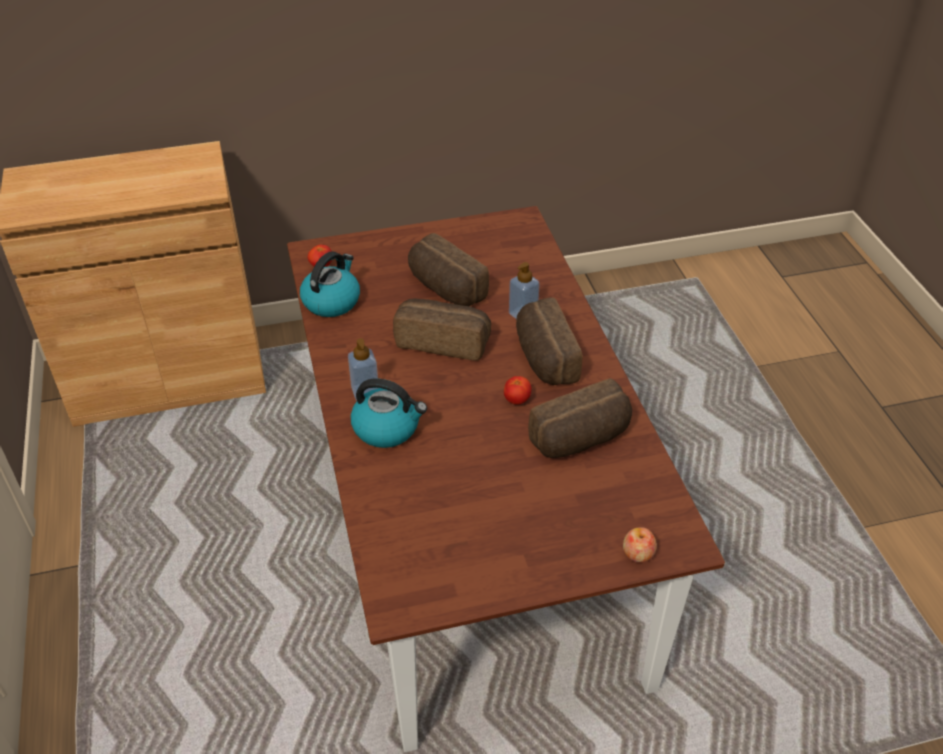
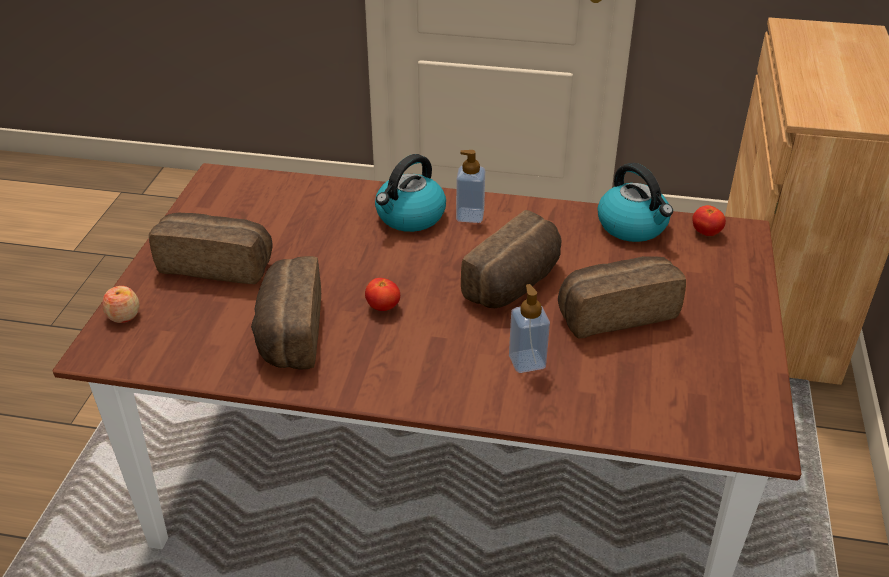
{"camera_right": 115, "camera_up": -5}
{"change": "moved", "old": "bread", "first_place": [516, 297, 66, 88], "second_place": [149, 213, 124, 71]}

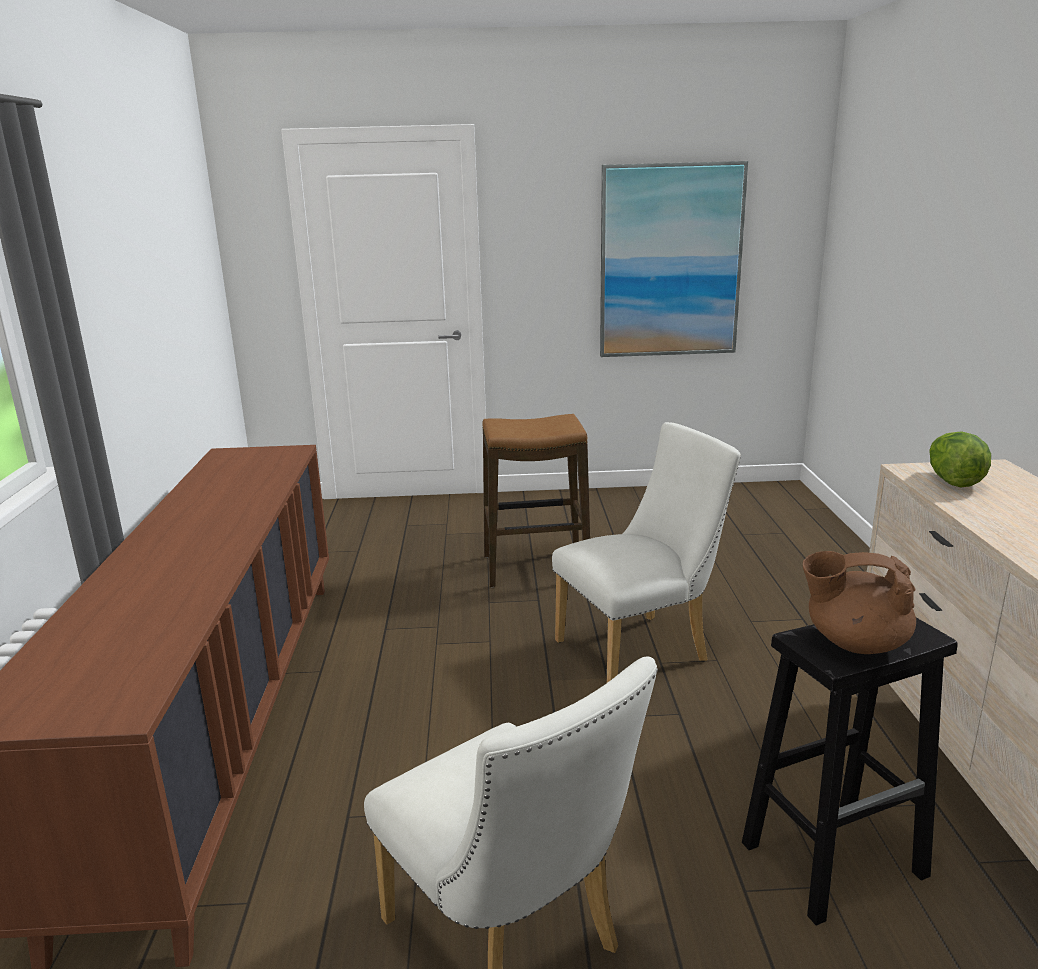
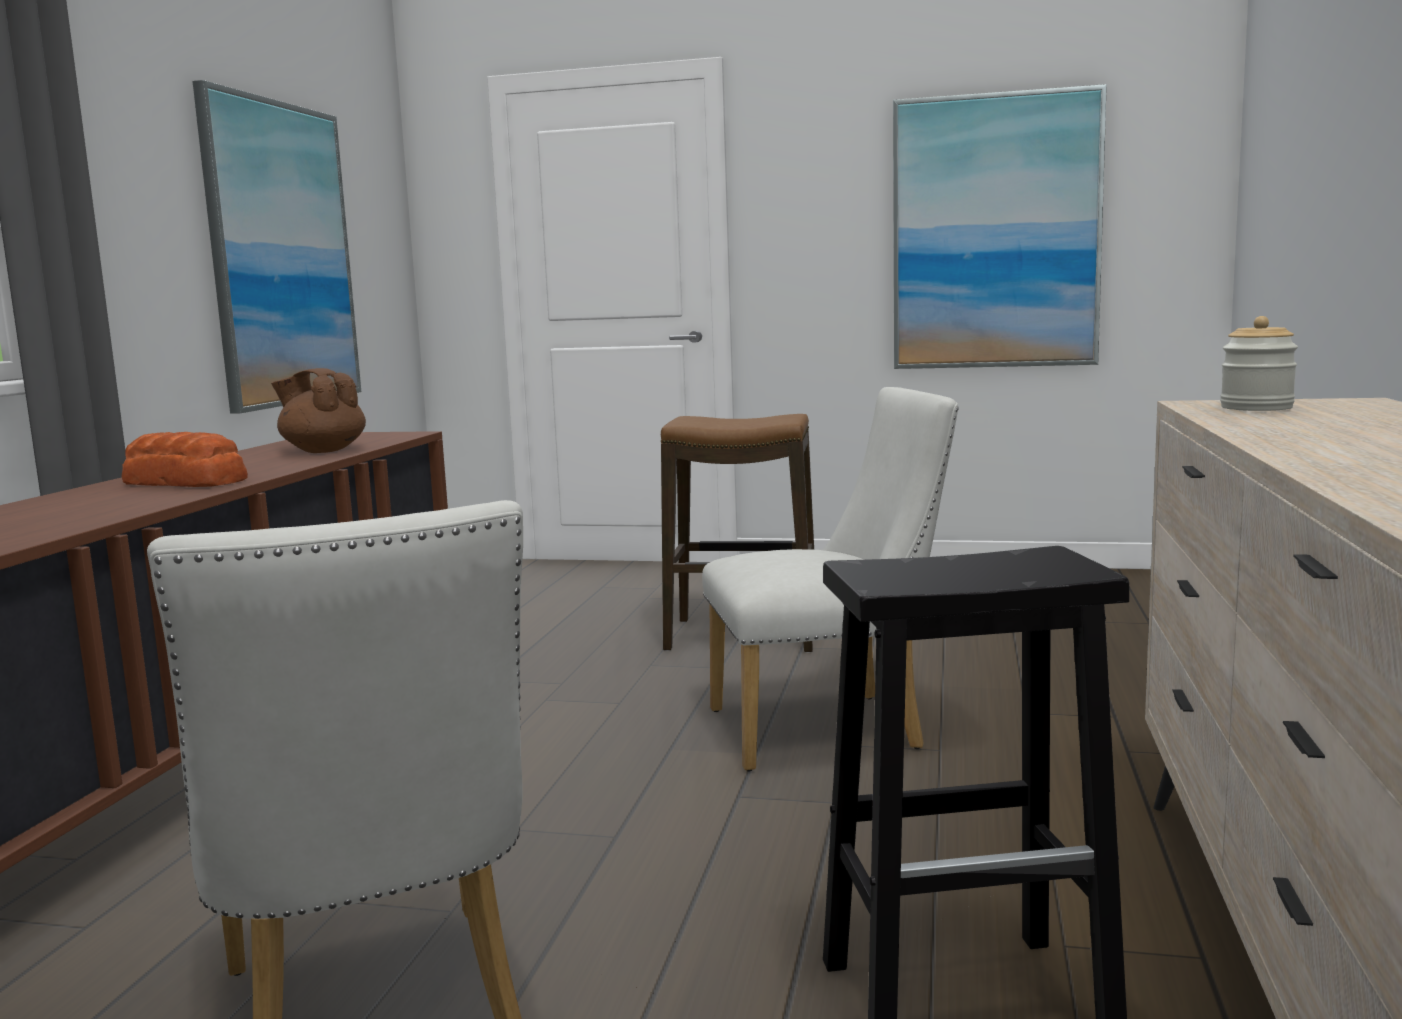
{"camera_right": 15, "camera_up": -10}
{"change": "added", "new": "bread", "second_place": [122, 432, 126, 55]}
{"change": "added", "new": "picture", "second_place": [192, 80, 169, 334]}
{"change": "moved", "old": "brown teapot", "first_place": [803, 551, 113, 103], "second_place": [271, 368, 95, 85]}
{"change": "replaced", "old": "lettuce", "new": "jar", "first_place": [929, 431, 62, 56], "second_place": [1220, 316, 78, 95]}

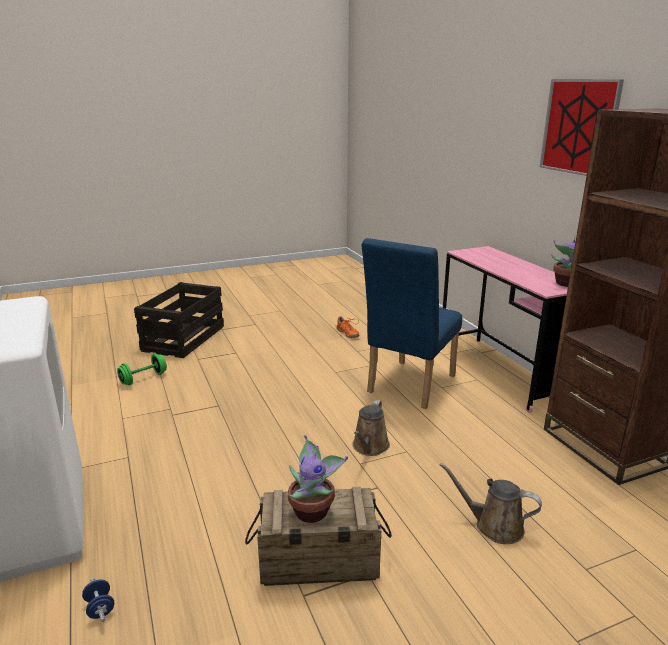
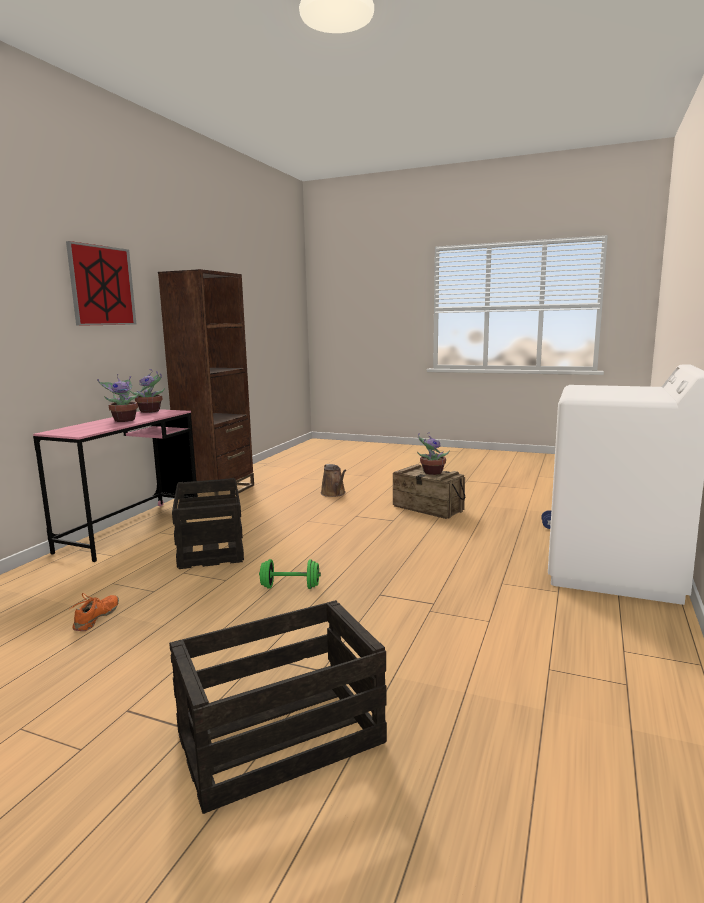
{"camera_right": -135, "camera_up": -10}
{"change": "removed", "old": "brown watering can", "first_place": [352, 400, 38, 56]}
{"change": "added", "new": "potted plant", "second_place": [97, 374, 42, 48]}
{"change": "moved", "old": "green dumbbell", "first_place": [117, 354, 50, 31], "second_place": [259, 559, 62, 30]}
{"change": "replaced", "old": "blue chair", "new": "crate", "first_place": [362, 238, 100, 171], "second_place": [172, 478, 72, 91]}

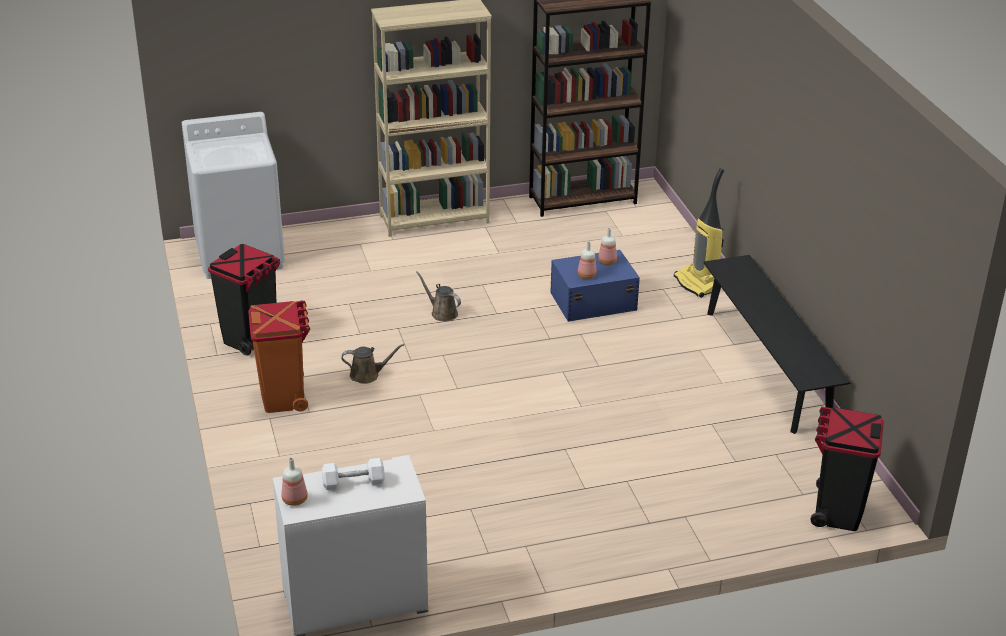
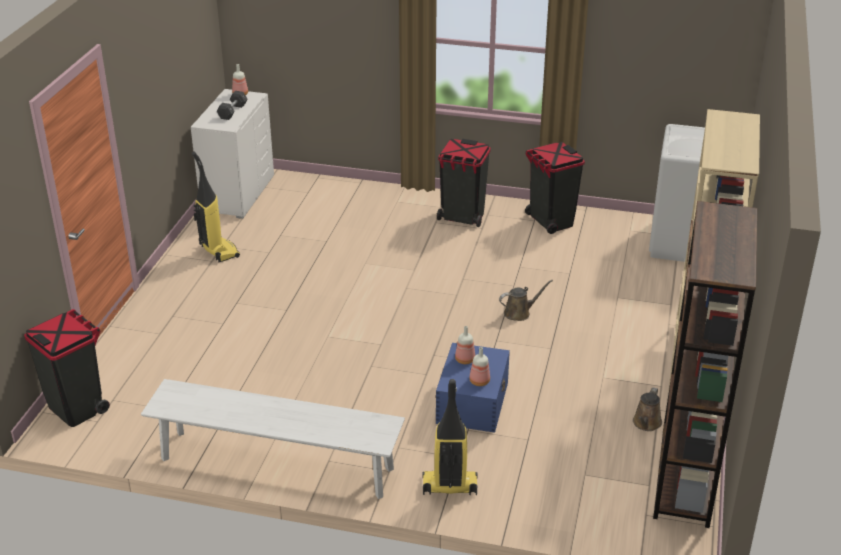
{"camera_right": 120, "camera_up": 0}
{"change": "added", "new": "vacuum cleaner", "second_place": [191, 152, 49, 110]}
{"change": "moved", "old": "brown watering can", "first_place": [342, 344, 62, 40], "second_place": [633, 387, 29, 44]}
{"change": "recoloured", "old": "orange trash can", "new": "black trash can", "first_place": [248, 301, 62, 112], "second_place": [437, 139, 54, 88]}
{"change": "recoloured", "old": "white dumbbell", "new": "black dumbbell", "first_place": [322, 458, 63, 32], "second_place": [216, 91, 31, 29]}
{"change": "recoloured", "old": "black bench", "new": "white bench", "first_place": [704, 255, 147, 179], "second_place": [141, 379, 264, 120]}

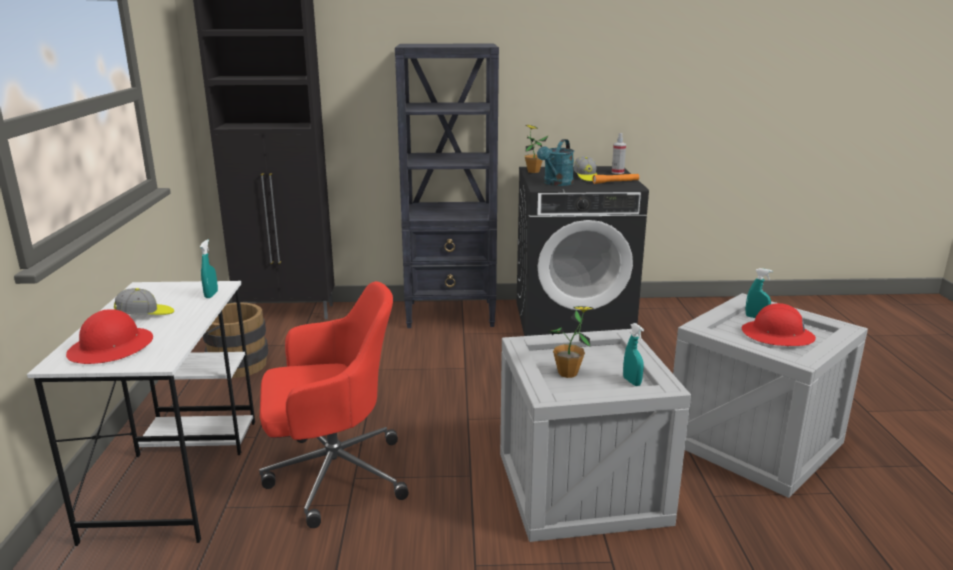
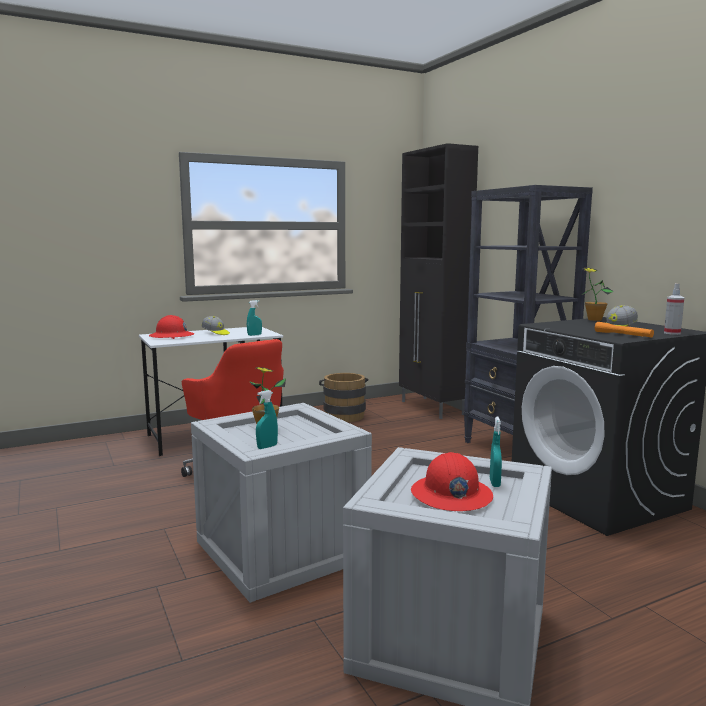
{"camera_right": 65, "camera_up": -10}
{"change": "removed", "old": "turquoise watering can", "first_place": [537, 139, 37, 47]}

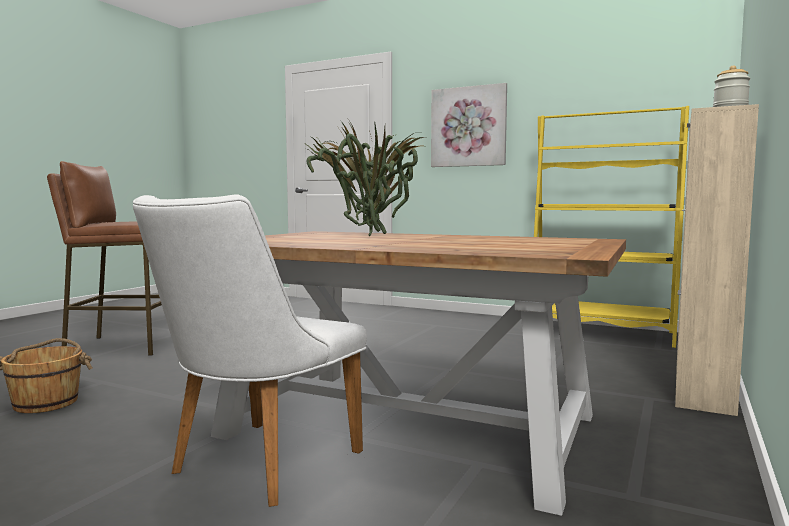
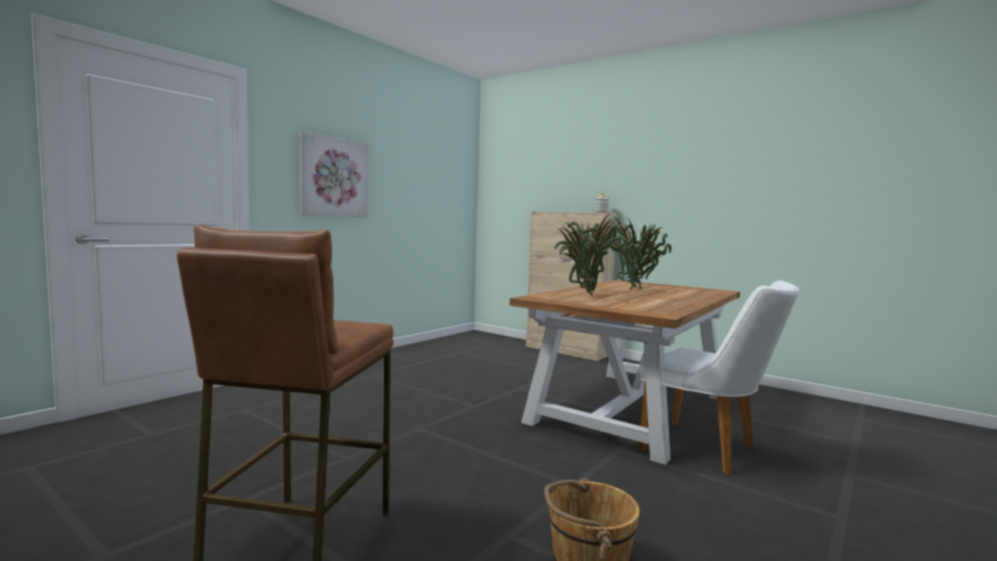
{"camera_right": -80, "camera_up": 0}
{"change": "removed", "old": "yellow bookcase", "first_place": [534, 106, 155, 242]}
{"change": "added", "new": "potted plant", "second_place": [602, 216, 70, 74]}

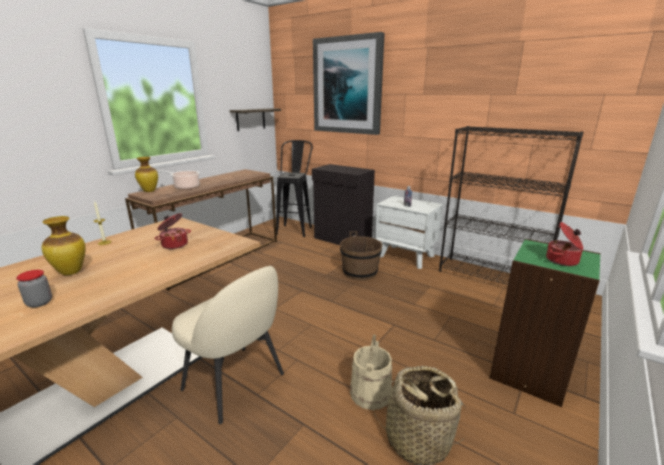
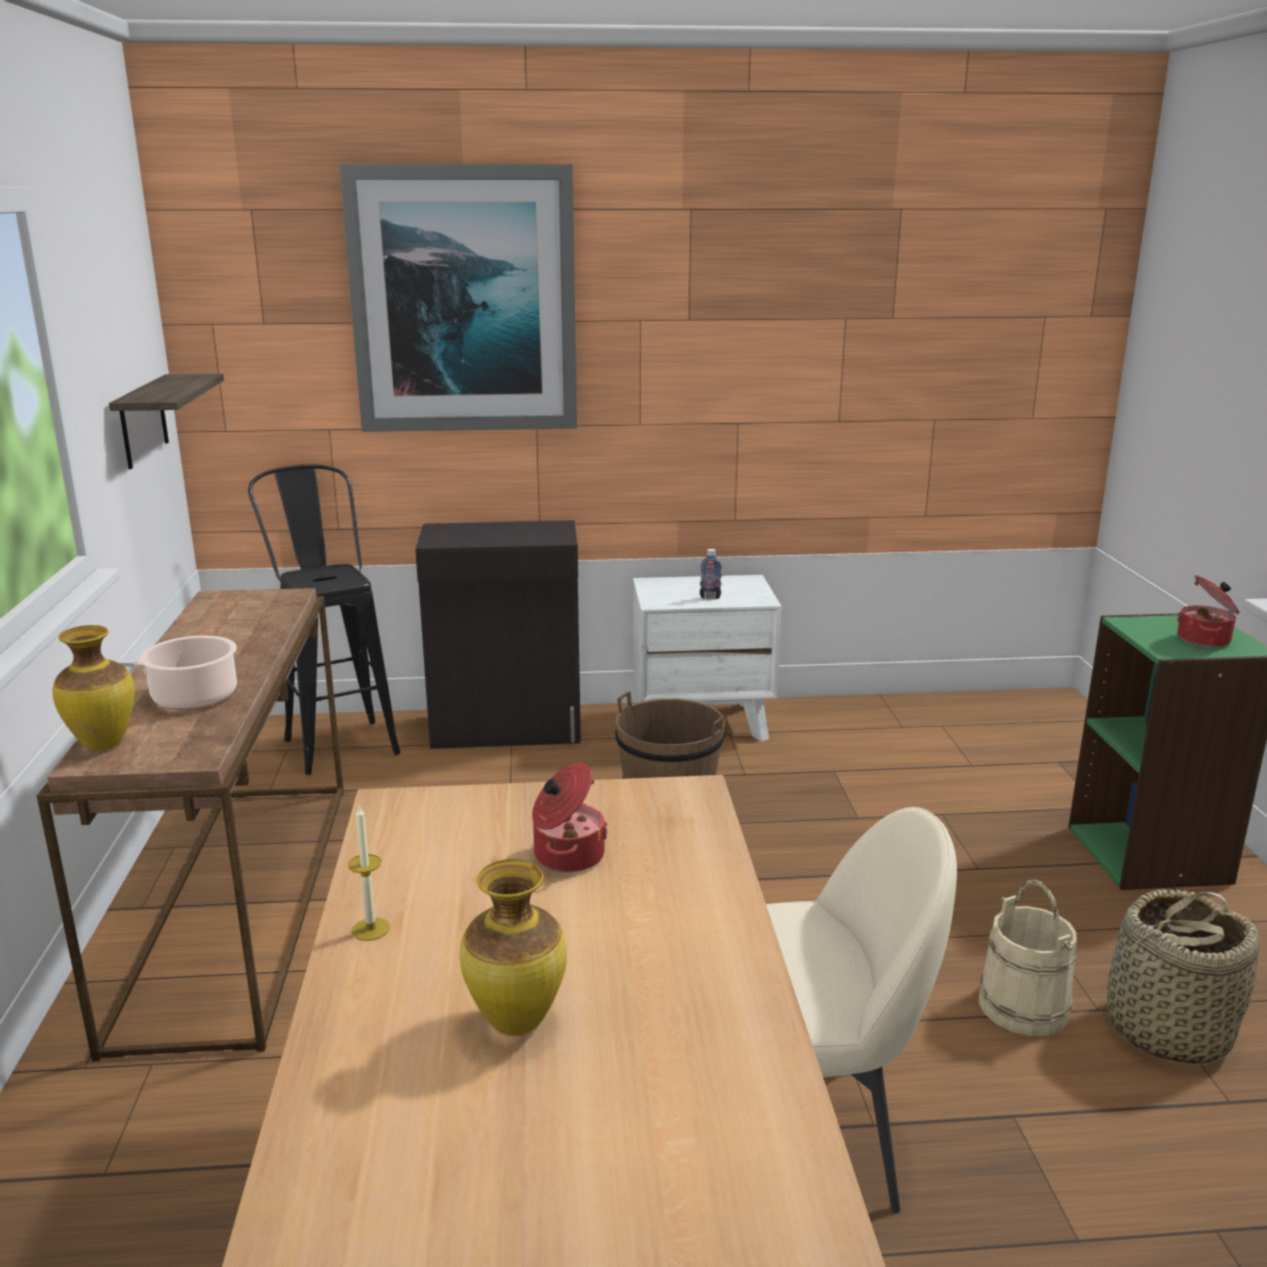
{"camera_right": -40, "camera_up": 0}
{"change": "removed", "old": "jar", "first_place": [16, 270, 36, 38]}
{"change": "removed", "old": "black bookcase", "first_place": [439, 126, 144, 159]}

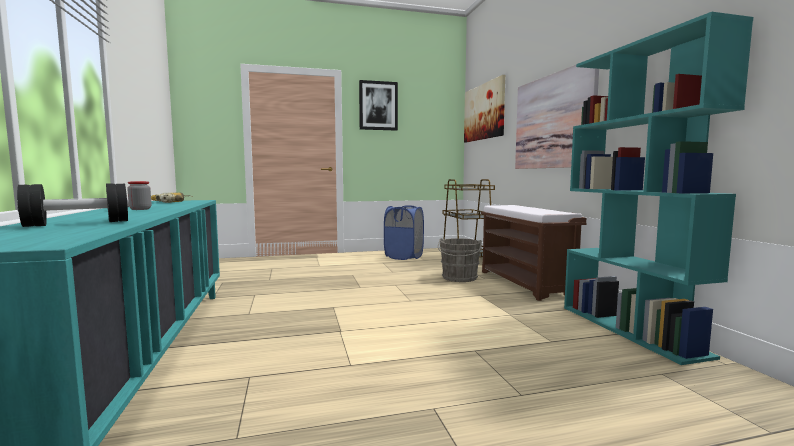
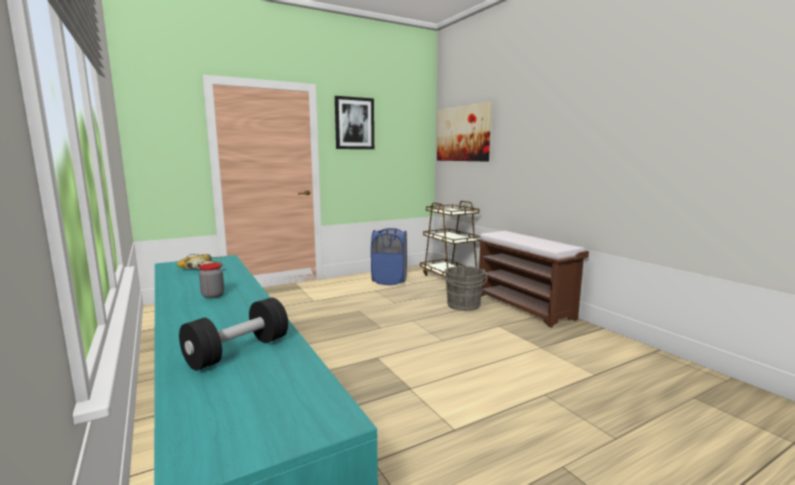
{"camera_right": -15, "camera_up": 5}
{"change": "removed", "old": "picture", "first_place": [515, 65, 84, 104]}
{"change": "removed", "old": "turquoise bookcase", "first_place": [564, 12, 189, 353]}

